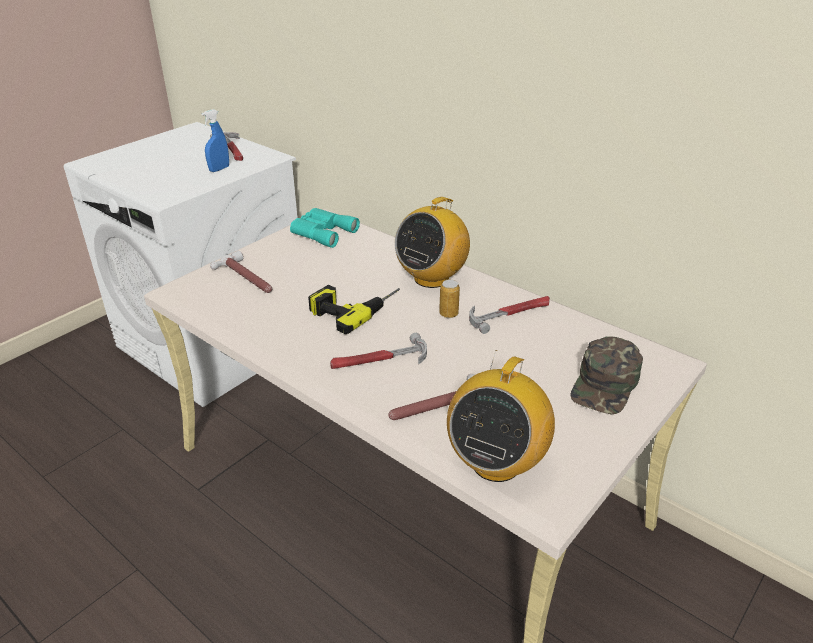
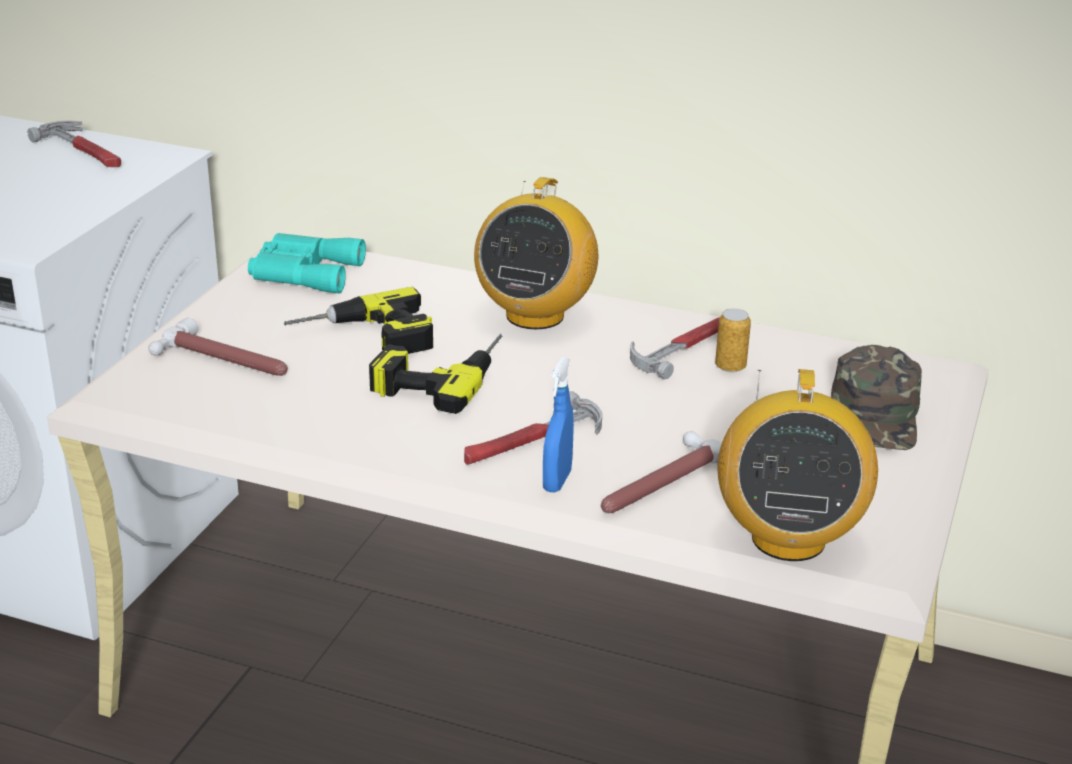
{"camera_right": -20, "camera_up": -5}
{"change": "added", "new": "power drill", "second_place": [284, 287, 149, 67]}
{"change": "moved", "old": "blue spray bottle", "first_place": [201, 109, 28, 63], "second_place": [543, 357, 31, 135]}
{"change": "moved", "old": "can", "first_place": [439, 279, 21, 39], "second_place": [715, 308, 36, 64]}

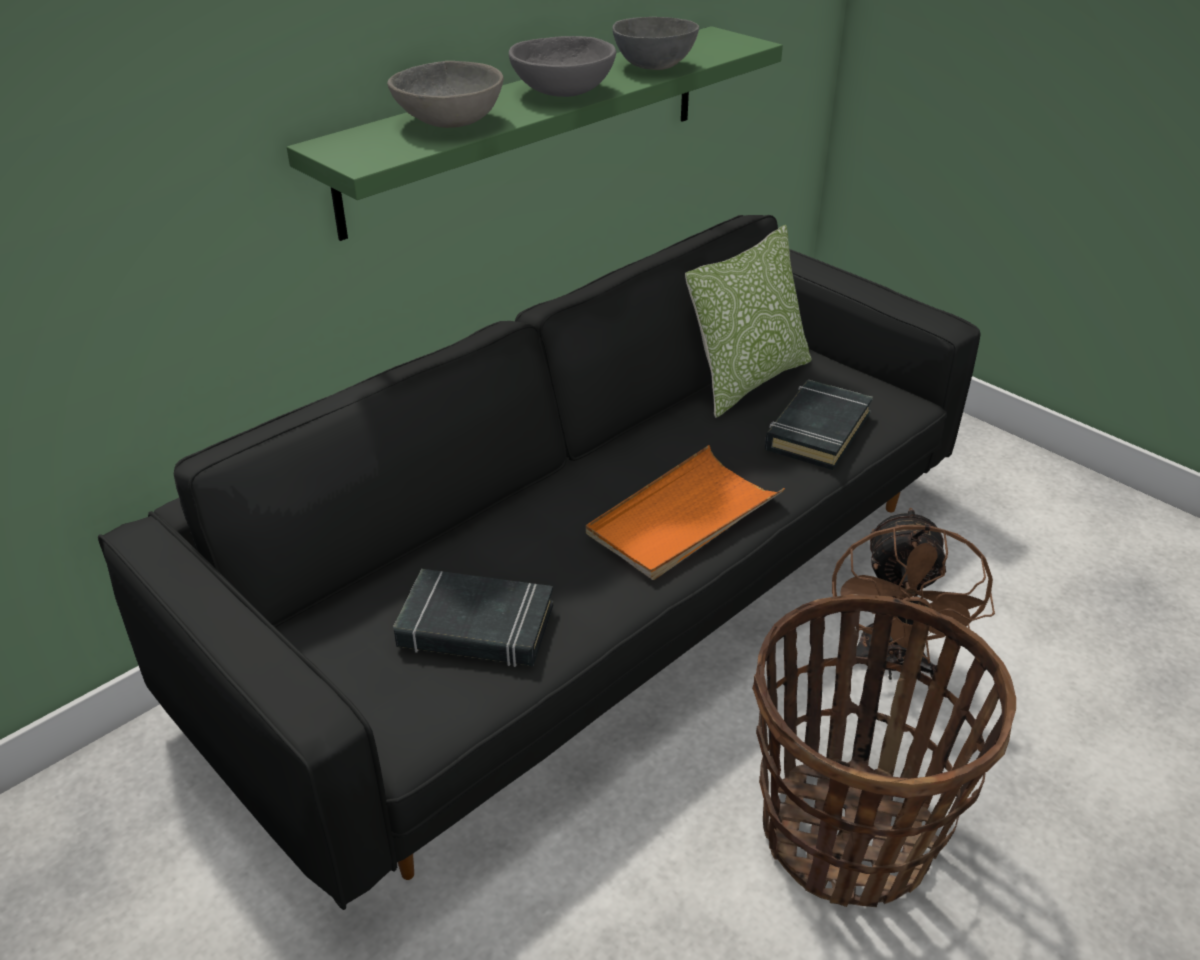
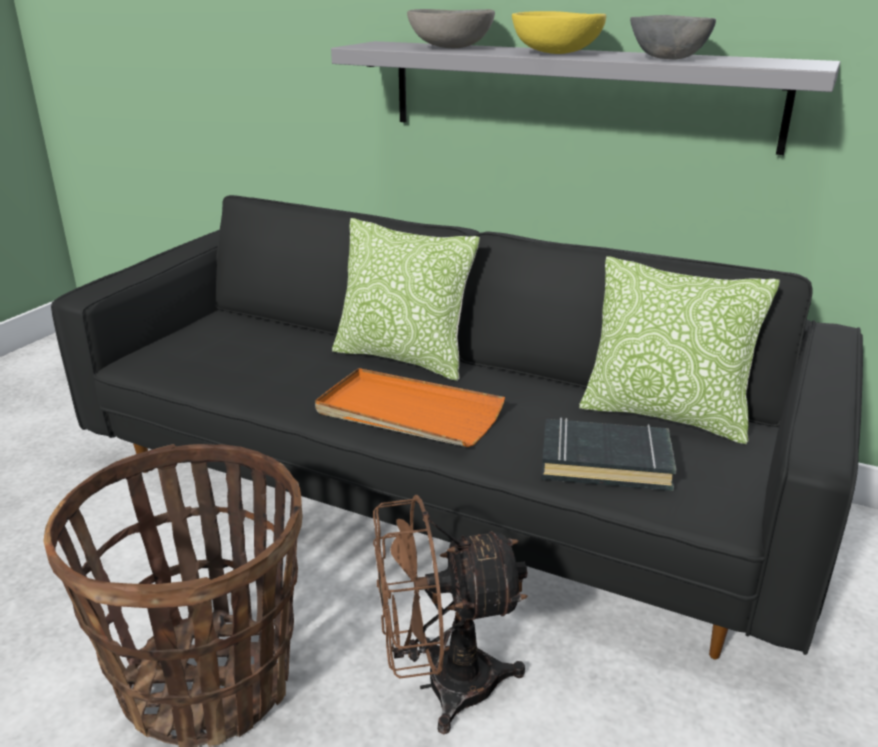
{"camera_right": 70, "camera_up": -10}
{"change": "removed", "old": "black book", "first_place": [393, 569, 161, 98]}
{"change": "added", "new": "pillow", "second_place": [332, 218, 148, 163]}
{"change": "recoloured", "old": "green shelf", "new": "grey shelf", "first_place": [287, 26, 496, 215], "second_place": [331, 41, 509, 114]}
{"change": "recoloured", "old": "grey bowl", "new": "yellow bowl", "first_place": [509, 36, 107, 61], "second_place": [512, 11, 94, 43]}

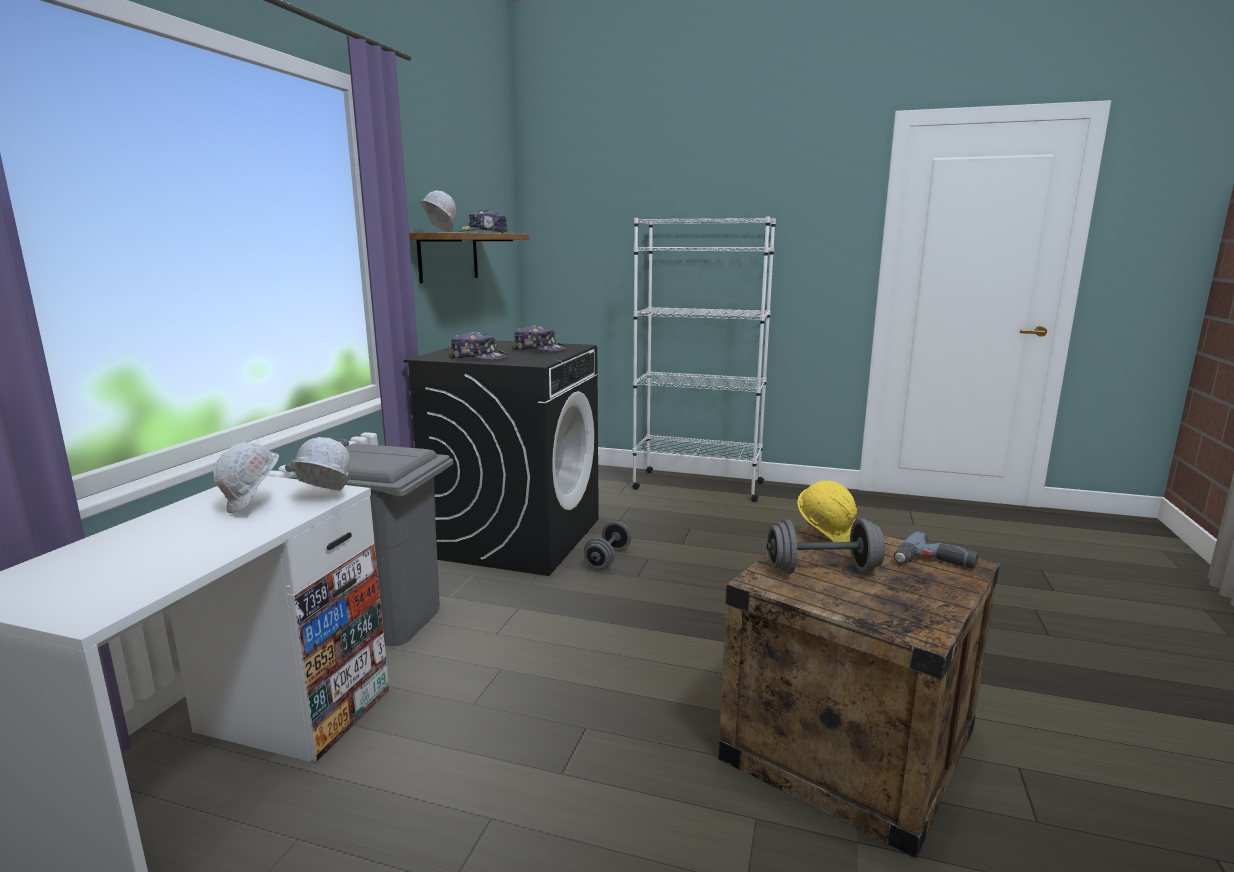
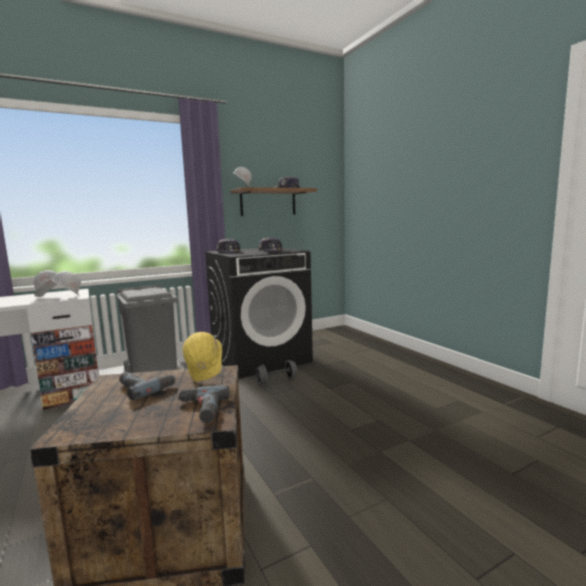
{"camera_right": 45, "camera_up": -5}
{"change": "removed", "old": "white bookcase", "first_place": [632, 217, 144, 285]}
{"change": "replaced", "old": "grey dumbbell", "new": "power drill", "first_place": [767, 518, 118, 56], "second_place": [119, 372, 57, 28]}

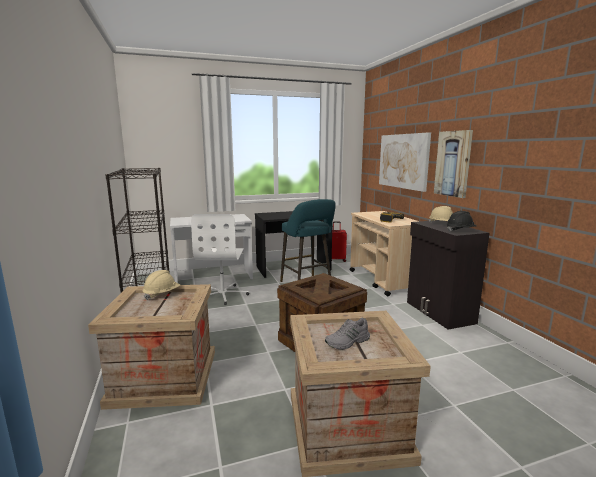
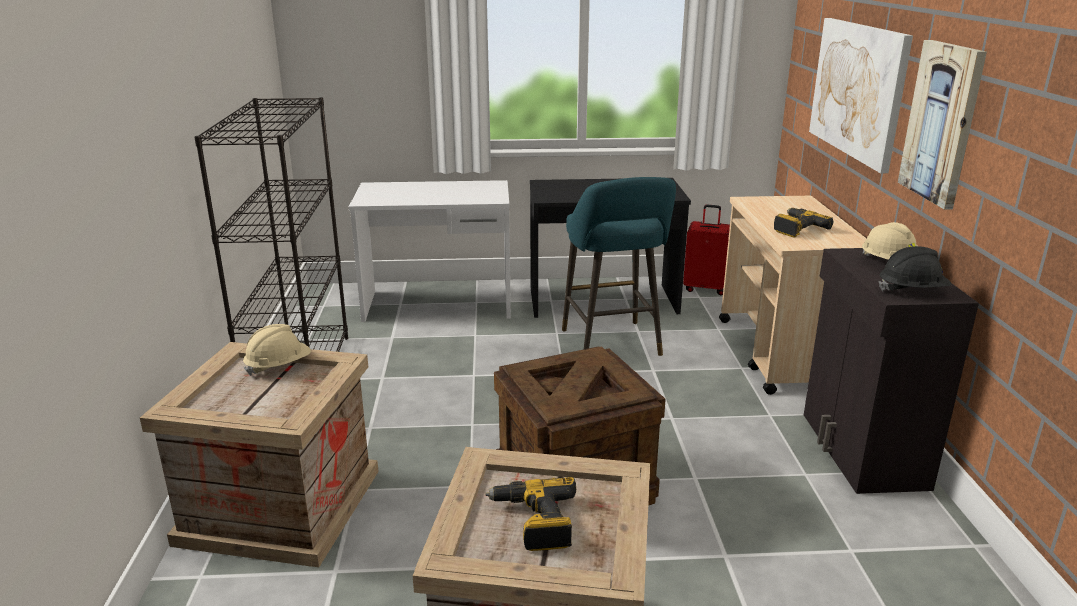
{"camera_right": 15, "camera_up": 10}
{"change": "removed", "old": "white office chair", "first_place": [191, 214, 58, 91]}
{"change": "replaced", "old": "grey shoe", "new": "power drill", "first_place": [325, 317, 45, 33], "second_place": [485, 477, 91, 74]}

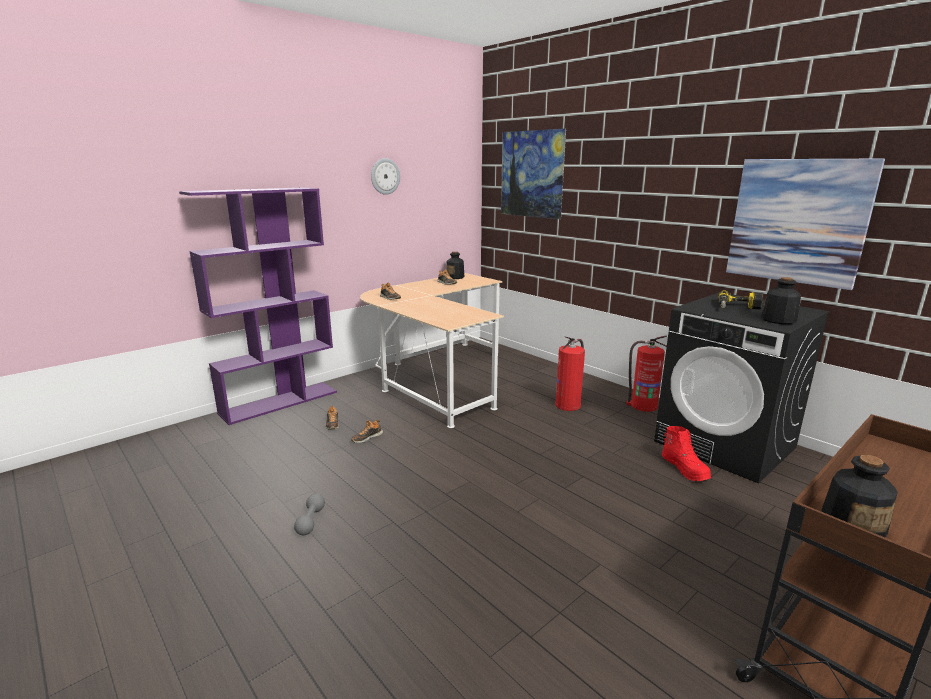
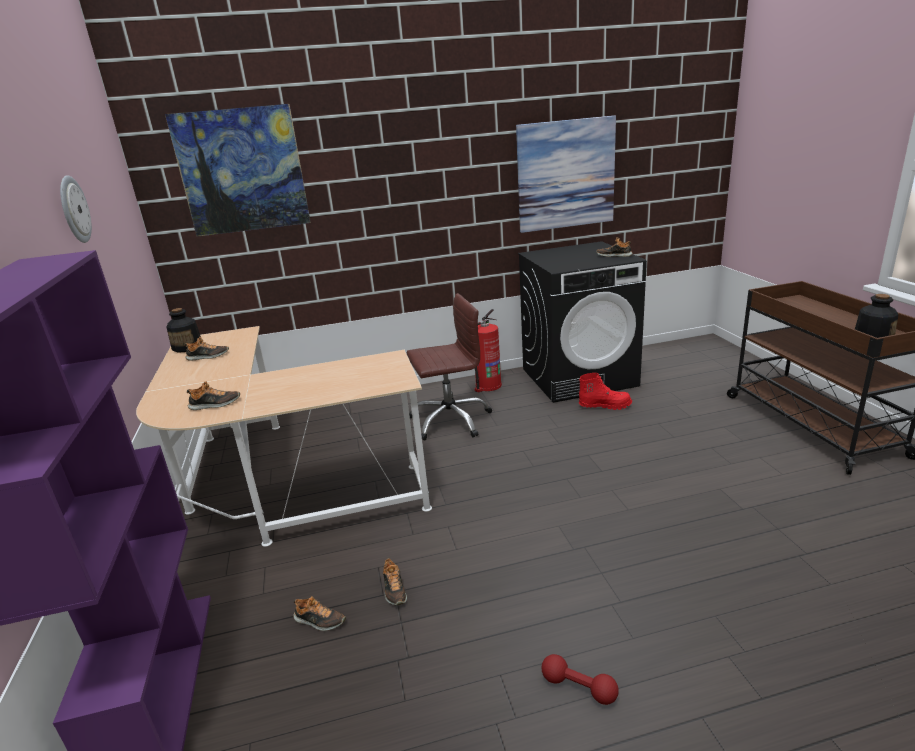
{"camera_right": -60, "camera_up": 5}
{"change": "removed", "old": "power drill", "first_place": [718, 290, 45, 20]}
{"change": "replaced", "old": "fire extinguisher", "new": "brown office chair", "first_place": [555, 337, 30, 74], "second_place": [406, 293, 86, 147]}
{"change": "replaced", "old": "bottle", "new": "shoe", "first_place": [761, 277, 40, 47], "second_place": [596, 237, 37, 20]}
{"change": "recoloured", "old": "grey dumbbell", "new": "red dumbbell", "first_place": [294, 494, 31, 41], "second_place": [541, 654, 78, 51]}

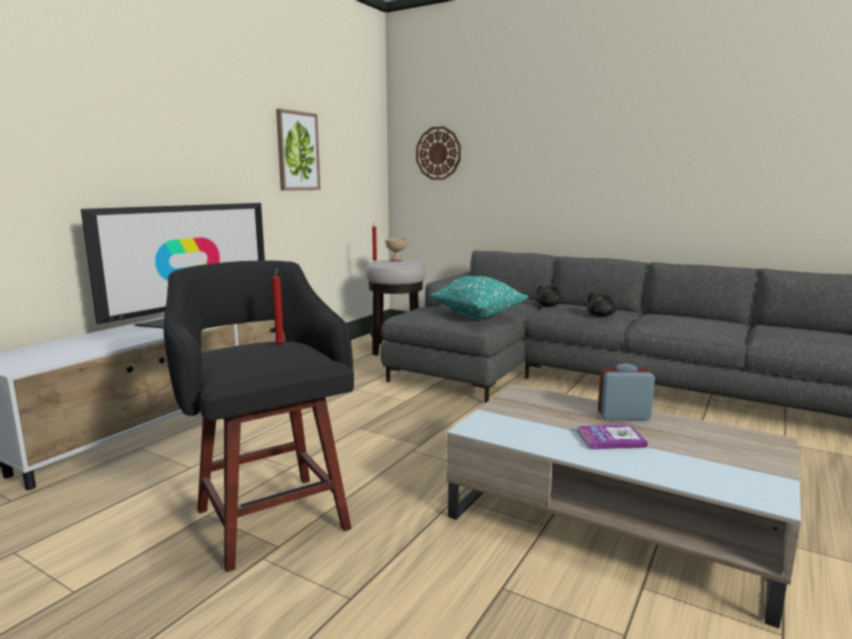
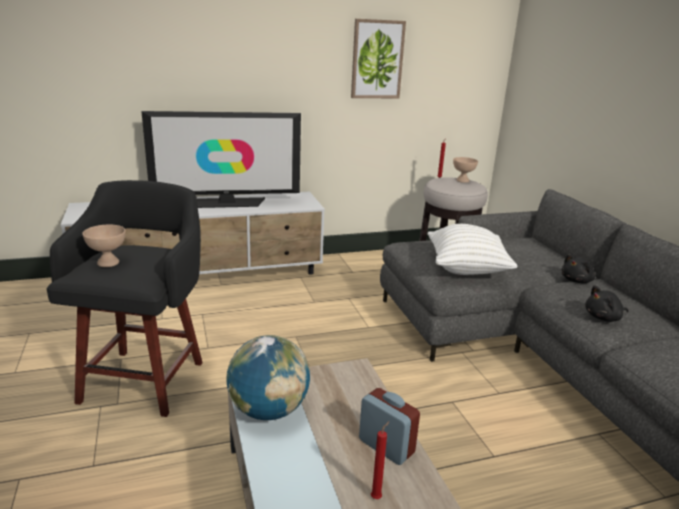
{"camera_right": 40, "camera_up": 10}
{"change": "removed", "old": "wall clock", "first_place": [416, 126, 45, 54]}
{"change": "removed", "old": "book", "first_place": [577, 424, 71, 25]}
{"change": "added", "new": "beige bowl", "second_place": [82, 224, 44, 43]}
{"change": "added", "new": "globe", "second_place": [226, 335, 84, 85]}
{"change": "moved", "old": "red candle", "first_place": [272, 268, 13, 77], "second_place": [371, 421, 18, 78]}
{"change": "recoloured", "old": "turquoise pillow", "new": "white pillow", "first_place": [430, 276, 98, 43], "second_place": [428, 224, 90, 51]}

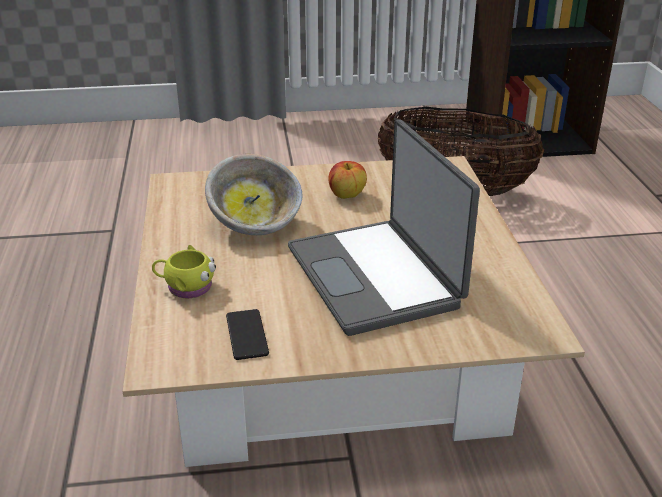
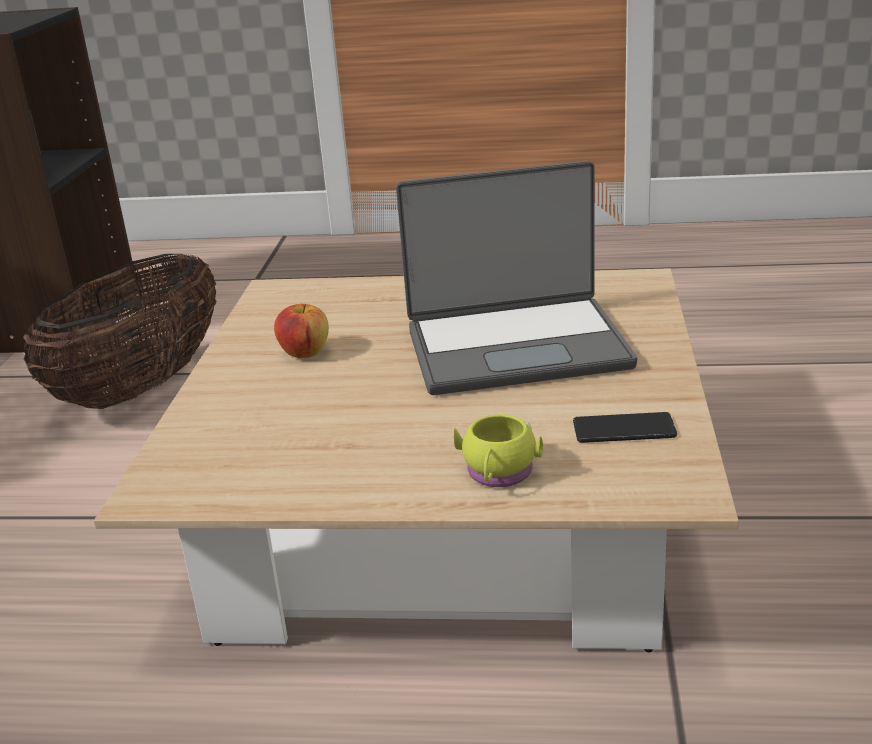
{"camera_right": -75, "camera_up": -5}
{"change": "removed", "old": "bowl", "first_place": [205, 154, 97, 81]}

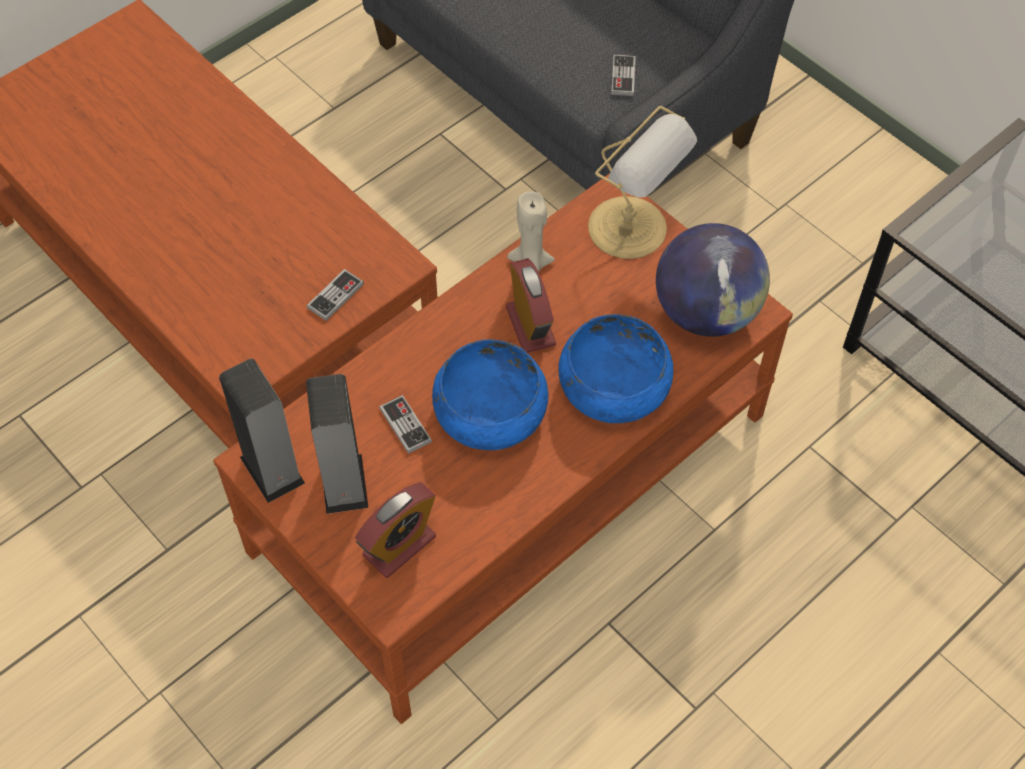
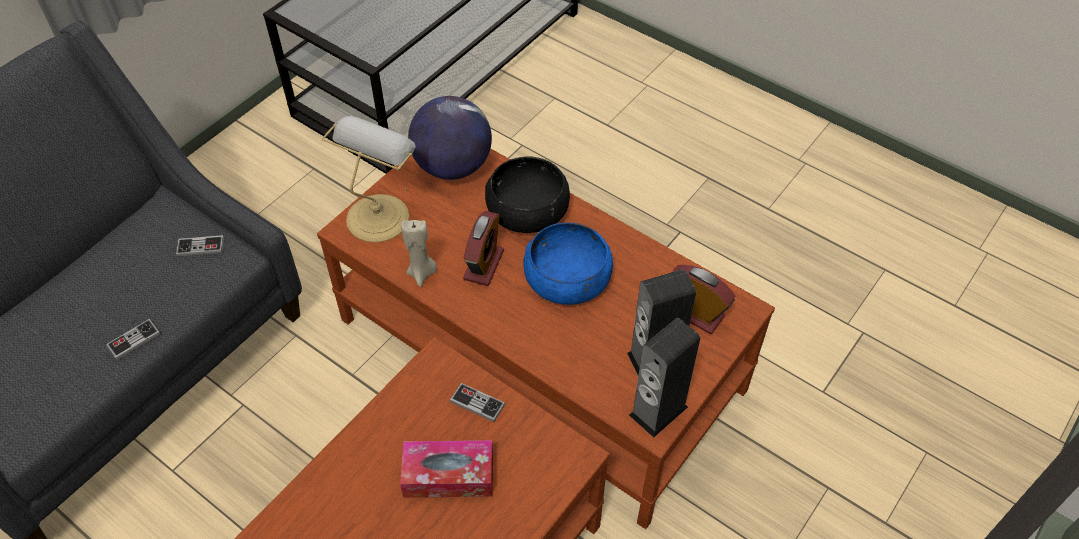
{"camera_right": -100, "camera_up": -5}
{"change": "added", "new": "tissue box", "second_place": [400, 440, 93, 58]}
{"change": "moved", "old": "game controller", "first_place": [379, 395, 53, 59], "second_place": [106, 319, 55, 41]}
{"change": "recoloured", "old": "blue bowl", "new": "black bowl", "first_place": [559, 314, 114, 109], "second_place": [485, 156, 85, 77]}
{"change": "turned", "old": "alarm clock", "first_place": [506, 258, 50, 95], "second_place": [463, 211, 41, 75], "degrees": 135}

